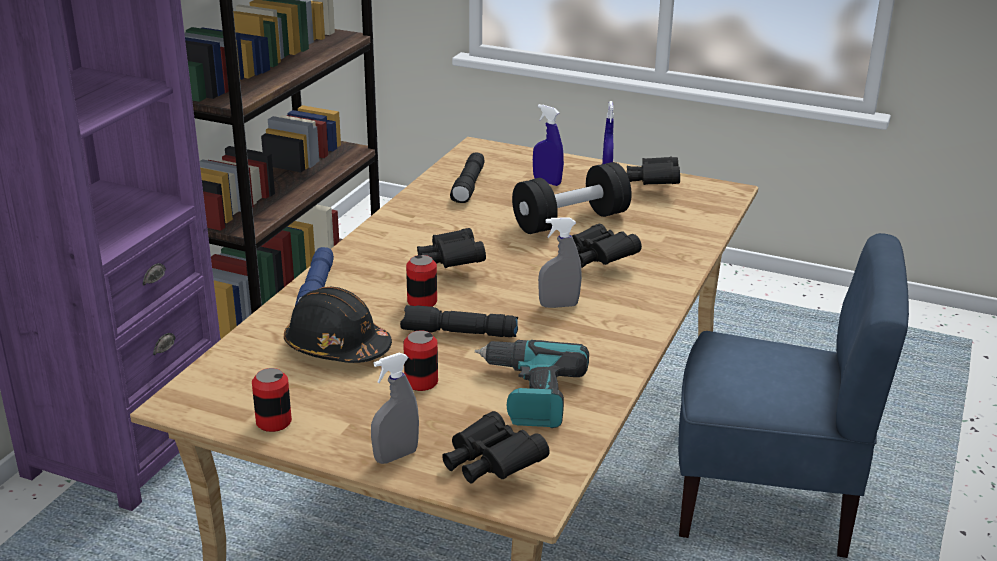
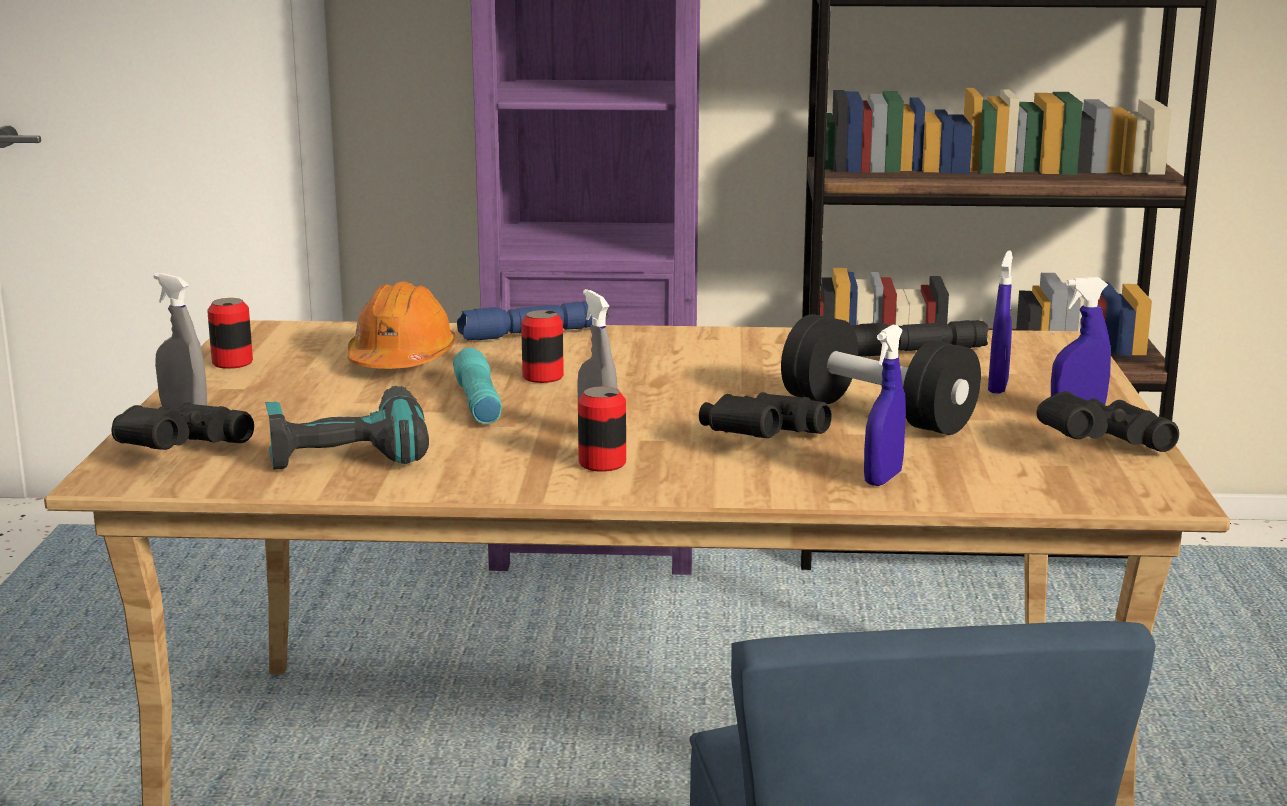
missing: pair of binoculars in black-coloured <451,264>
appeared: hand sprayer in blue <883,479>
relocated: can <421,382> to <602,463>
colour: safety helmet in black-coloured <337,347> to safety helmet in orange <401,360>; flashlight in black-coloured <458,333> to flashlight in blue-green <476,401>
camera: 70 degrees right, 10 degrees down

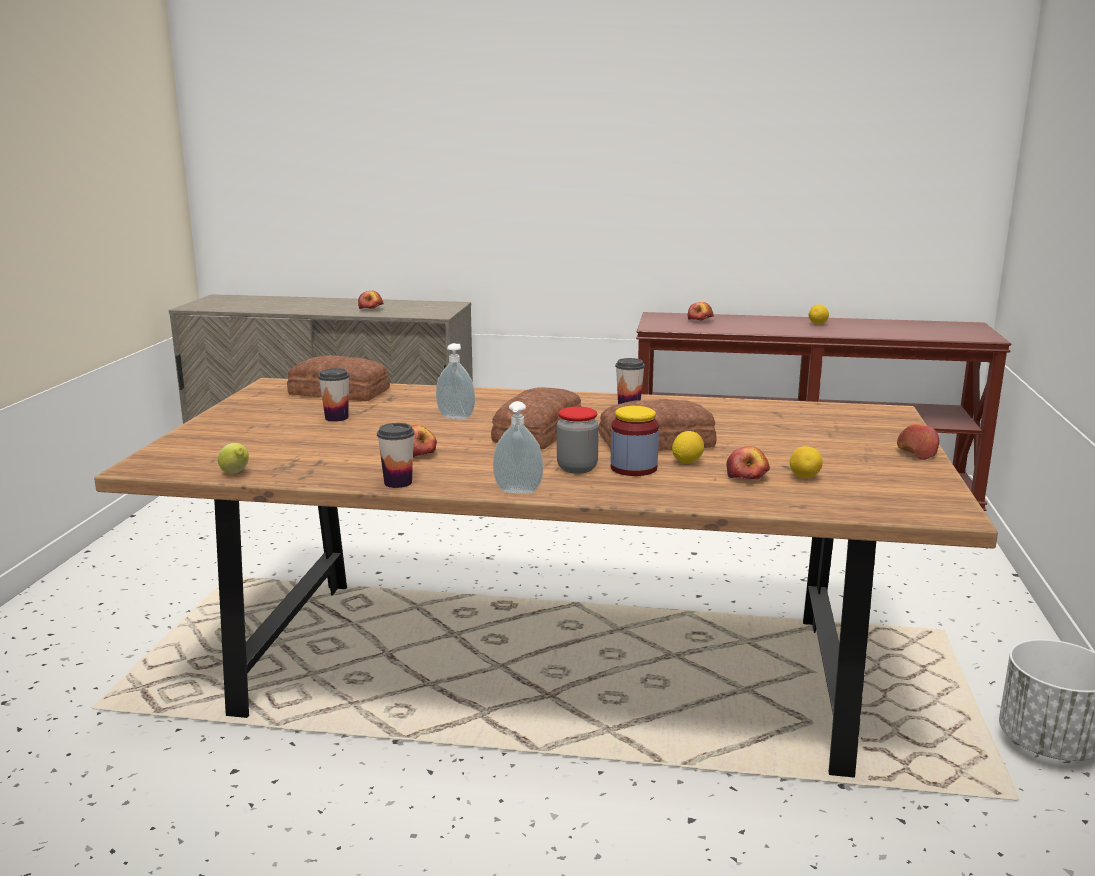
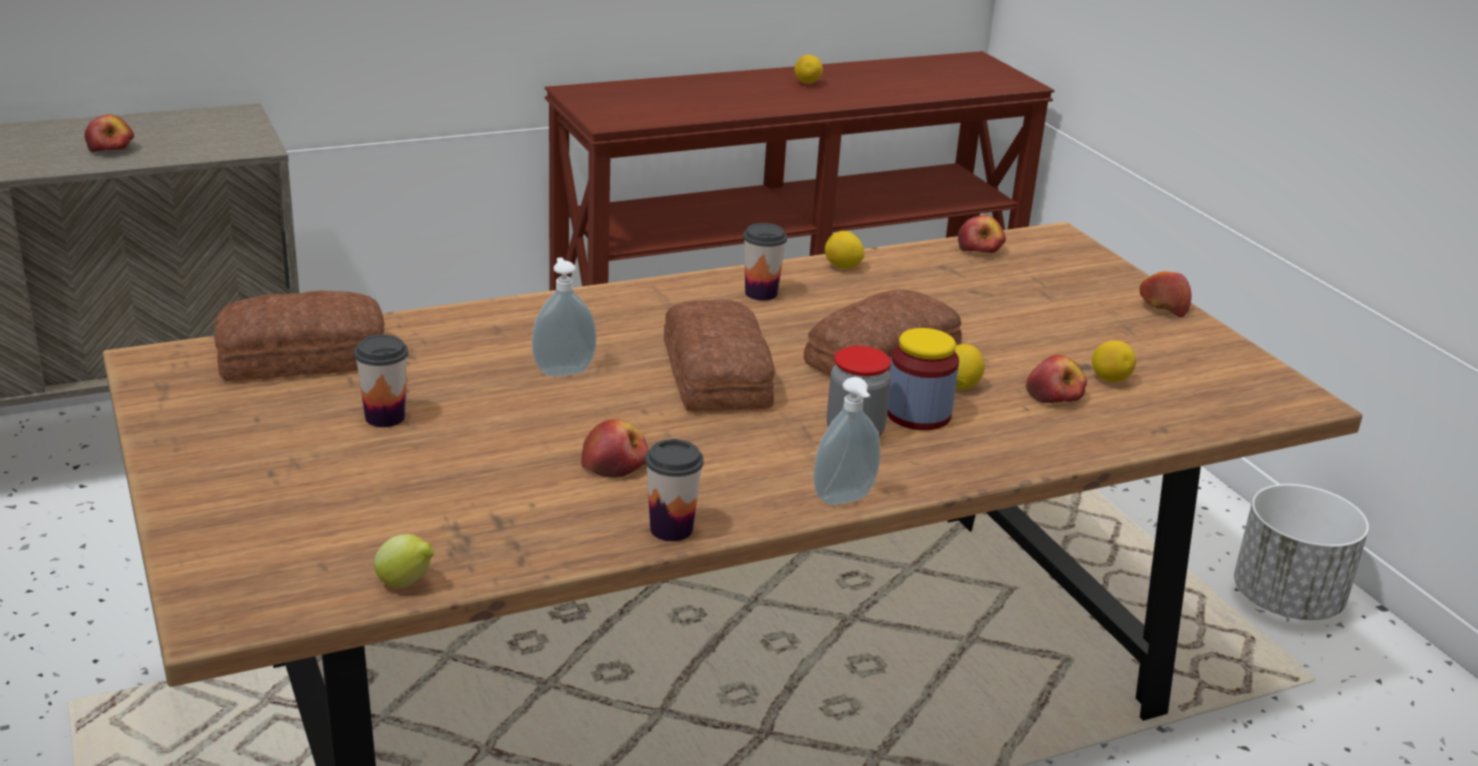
appeared: lemon <843,267>
relocated: whole apple <700,321> to <980,249>
camera: 35 degrees left, 10 degrees up

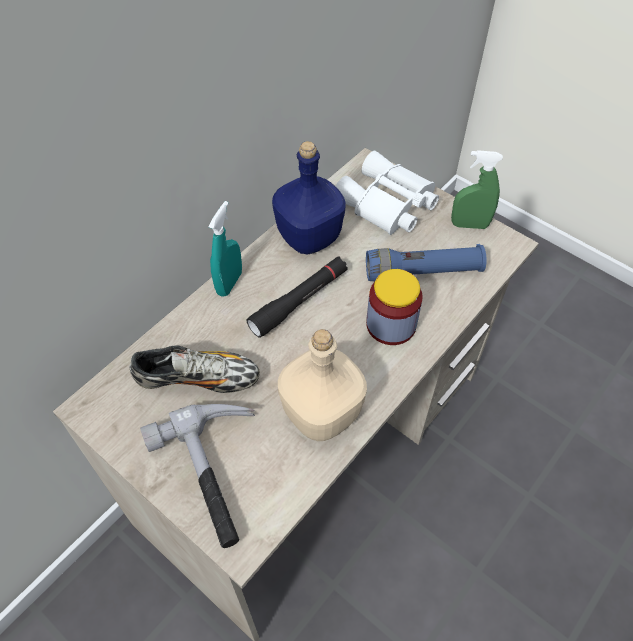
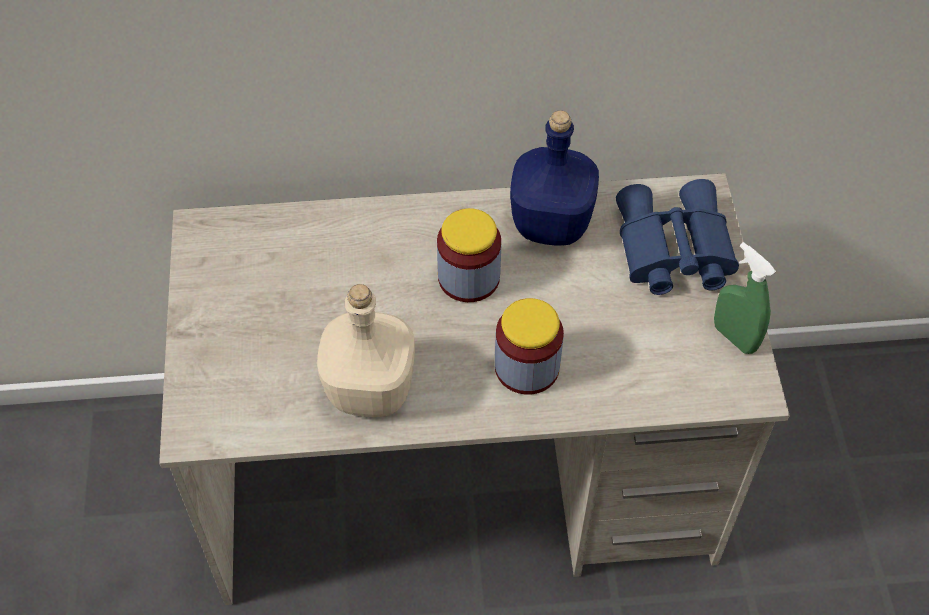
missing: hand sprayer in blue-green <229,283>; flashlight in blue <423,272>; item of footwear <197,379>; hand hammer <218,474>
exchanged: flashlight in black-coloured <299,301> to preserve jar <468,277>
colour: pair of binoculars in whitish <387,204> to pair of binoculars in blue <671,250>
camera: 45 degrees right, 0 degrees up

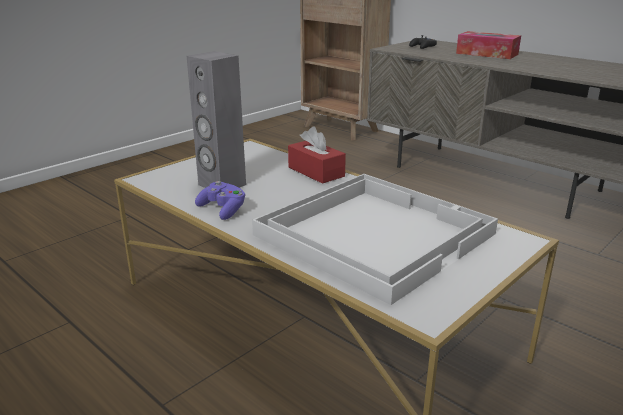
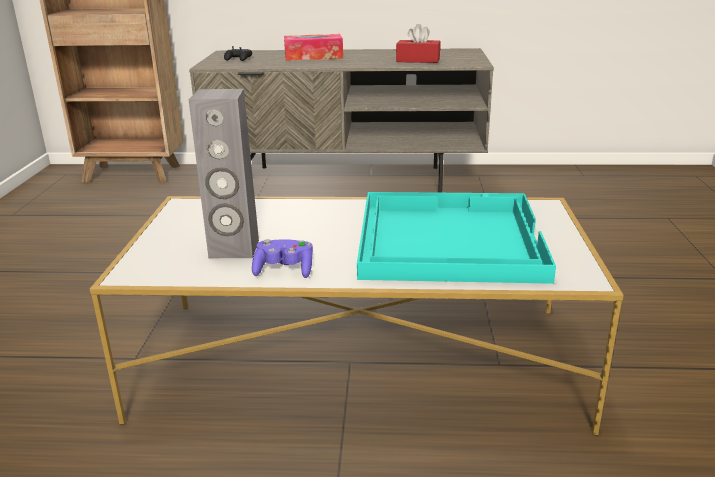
relocated: tissue box in red-coloured <316,172> to <418,60>
colour: tray in whitish <374,233> to tray in blue-green <447,239>
camera: 40 degrees left, 0 degrees up

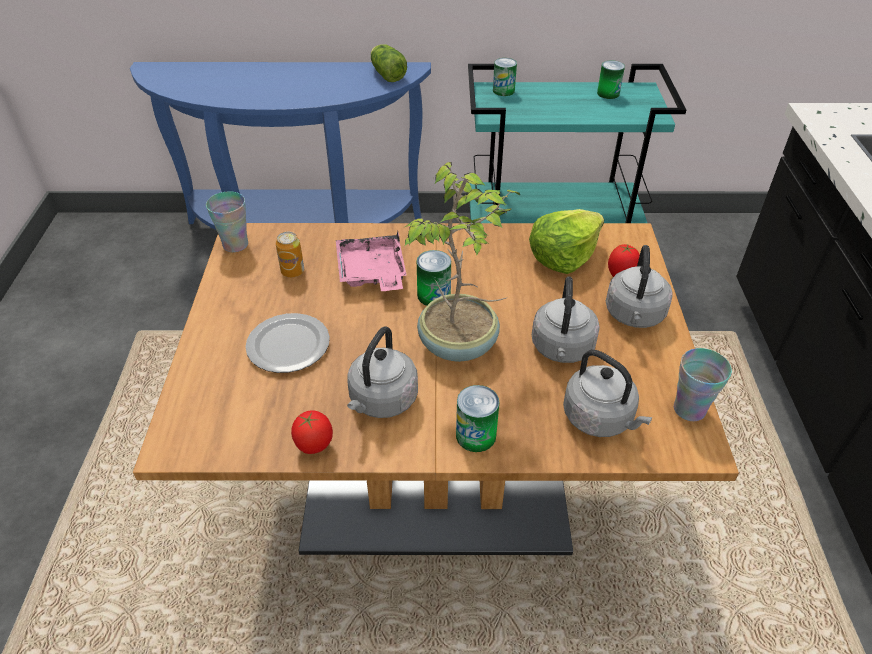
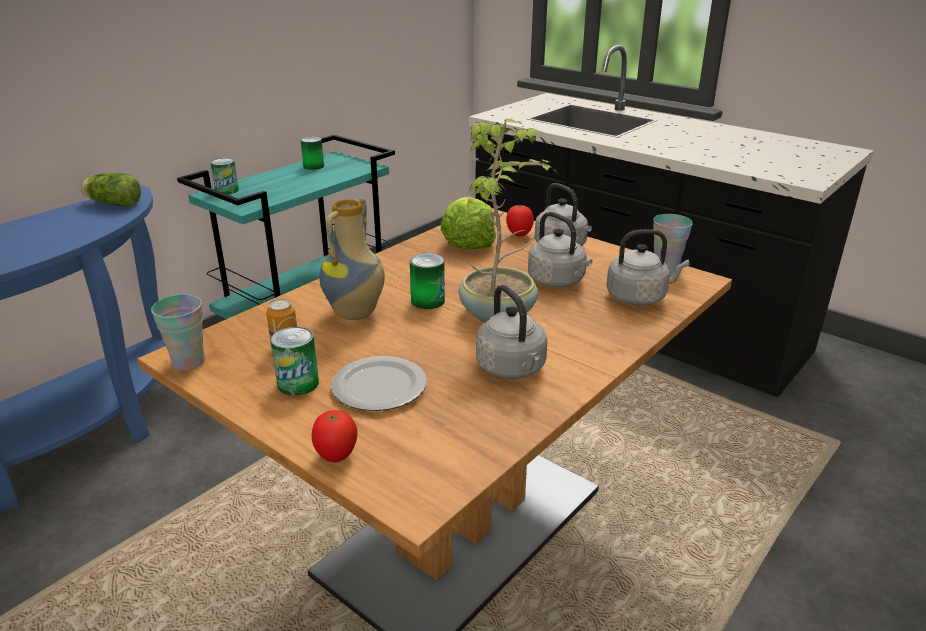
relocated: can <476,435> to <298,383>; whole tomato <314,446> to <336,457>
exchanged: tray in pink <372,273> to vase <356,314>
camera: 50 degrees left, 15 degrees down

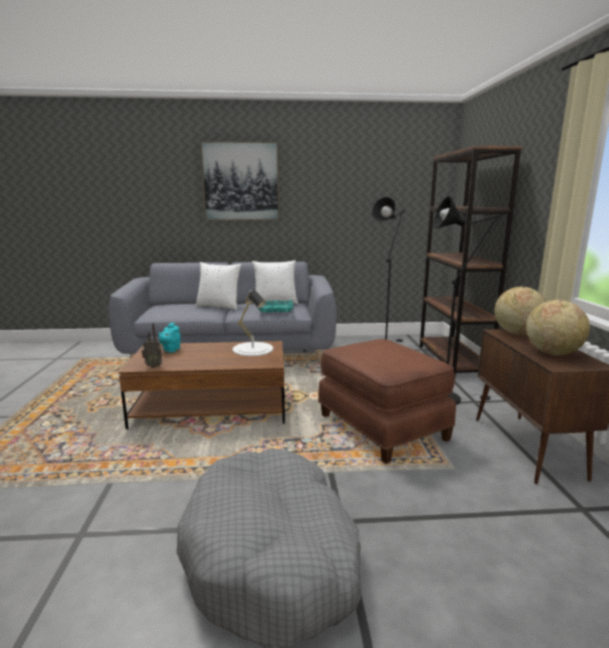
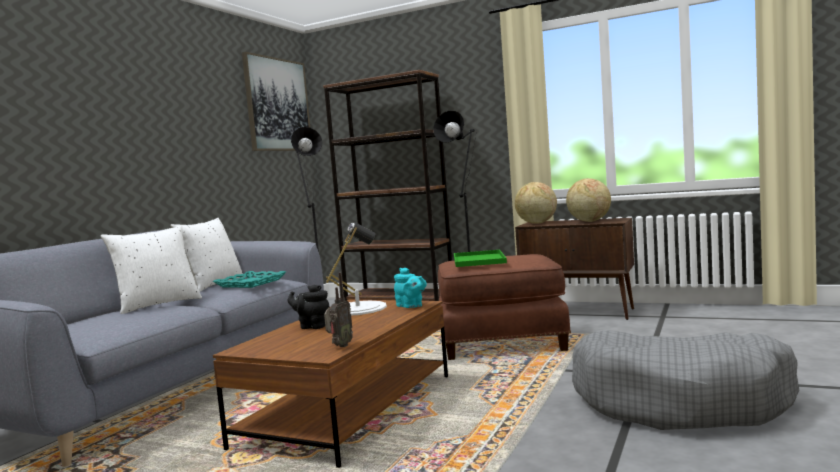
appeared: tray in green <478,260>; tea pot in black-coloured <312,326>
relocated: wall picture <241,182> to <277,105>; tea pot in blue-green <170,350> to <411,306>
camera: 60 degrees left, 10 degrees down

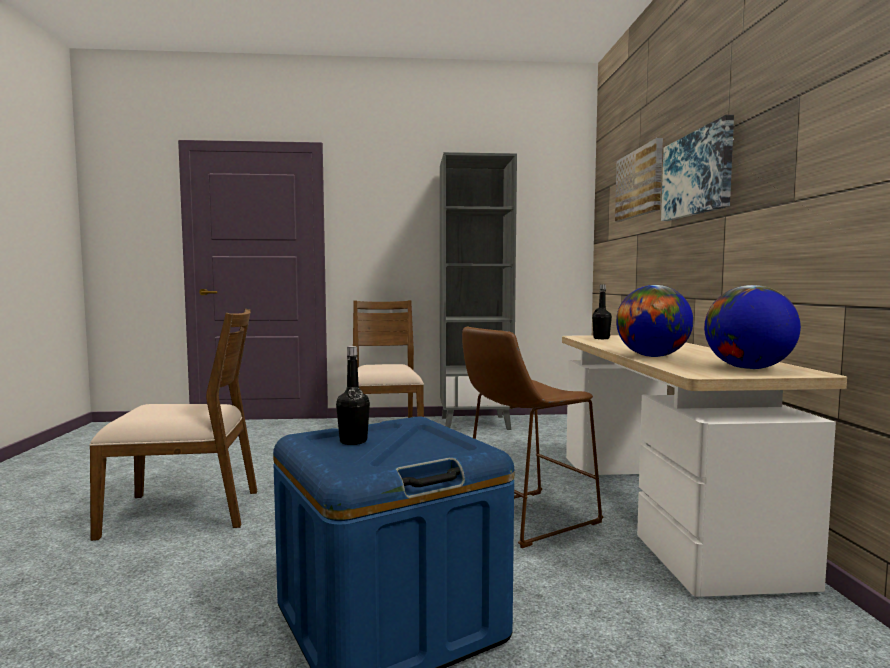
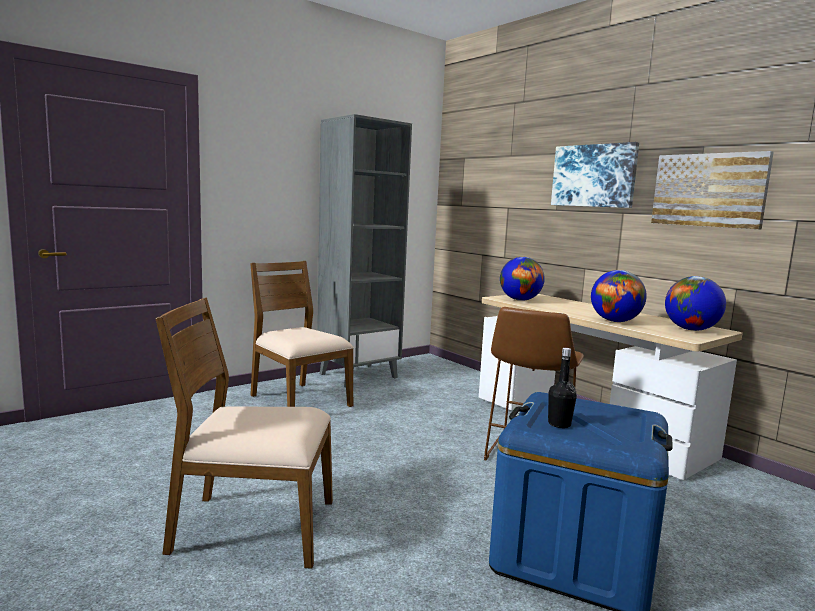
relocated: wall picture <639,183> to <709,190>
exchanged: beverage bottle in black-coloured <601,338> to globe <520,300>
spun: plain chair in brownish <185,512> = <253,527> 135 degrees counterclockwise
camera: 35 degrees left, 5 degrees up

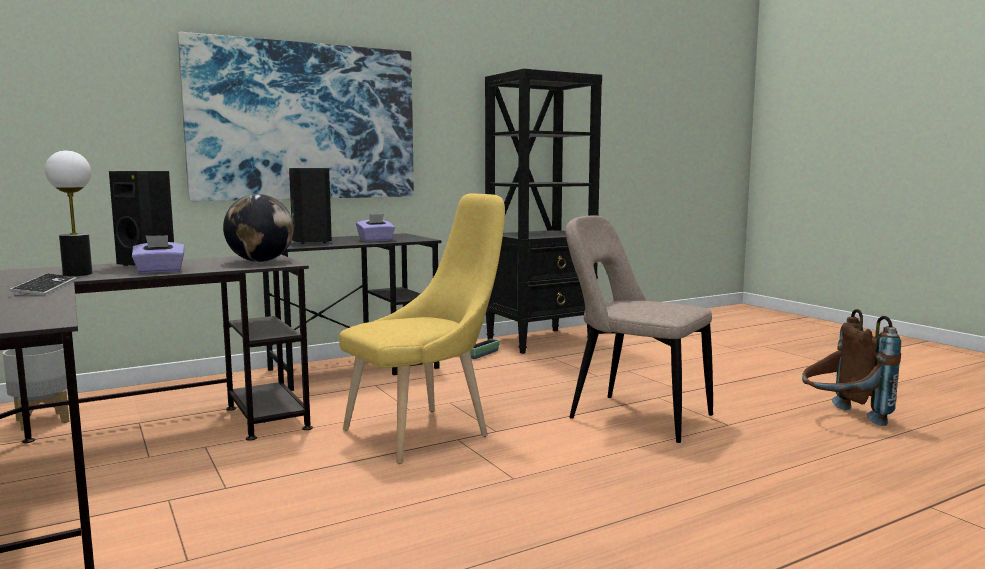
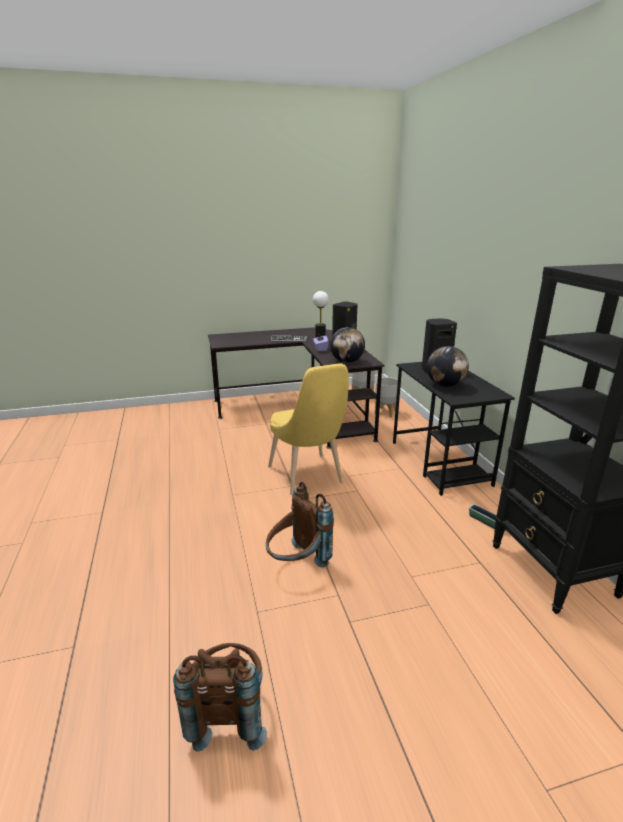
missing: wall picture <304,122>
appeared: plant pot in grey <385,412>
exchanged: tissue box in purplish <376,240> to globe <445,385>; plain chair in sand-coloured <634,416> to rucksack in brownish <297,564>
camera: 105 degrees right, 15 degrees up

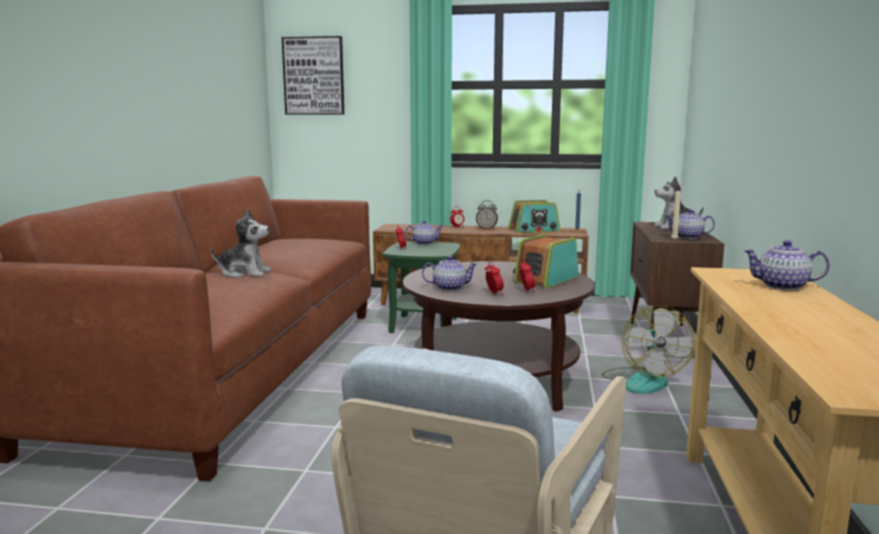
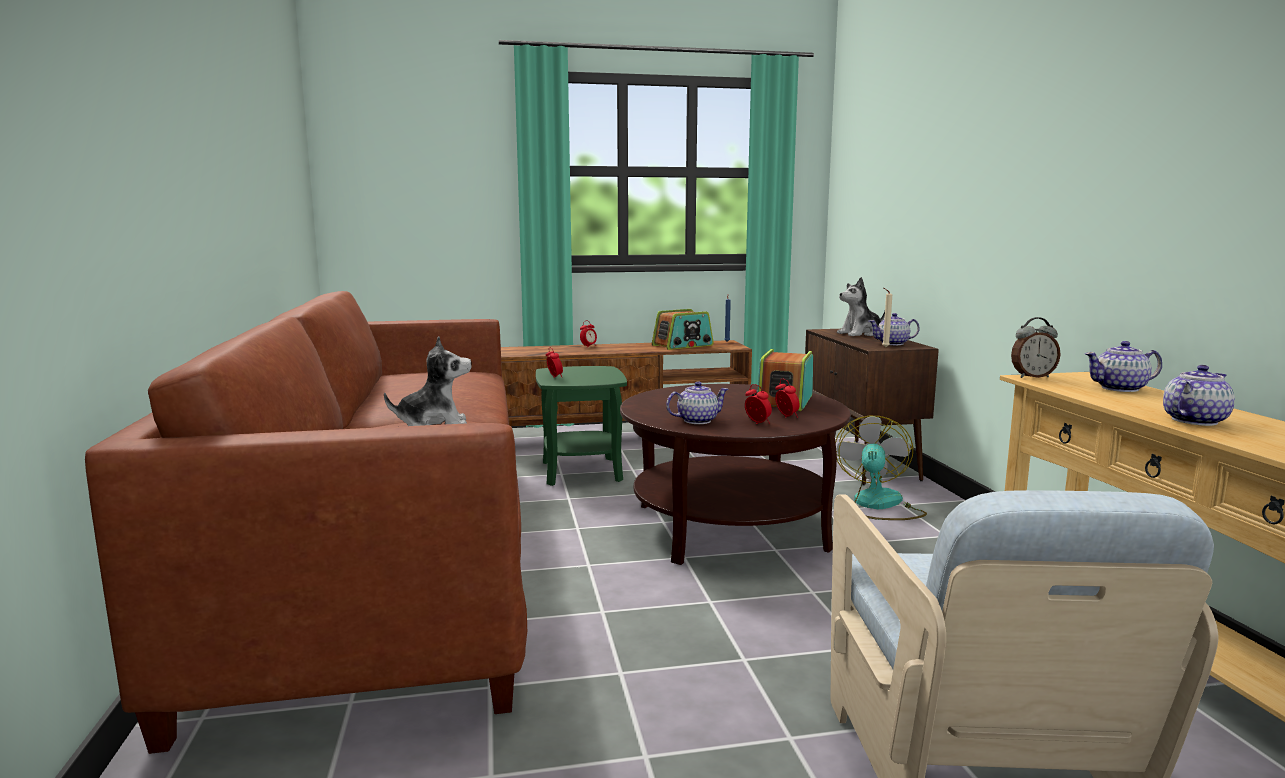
missing: wall picture <314,76>
relocated: alarm clock <486,229> to <1032,376>; tea pot <424,243> to <1193,420>
spun: cooling fan <643,380> = <879,505> 150 degrees counterclockwise
camera: 20 degrees left, 0 degrees up

